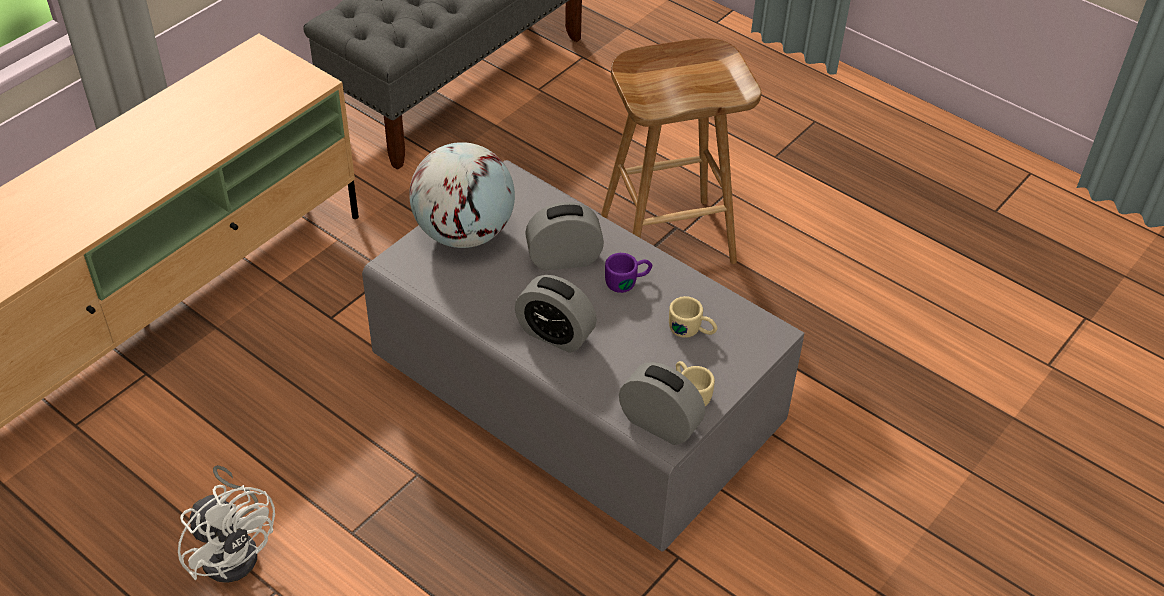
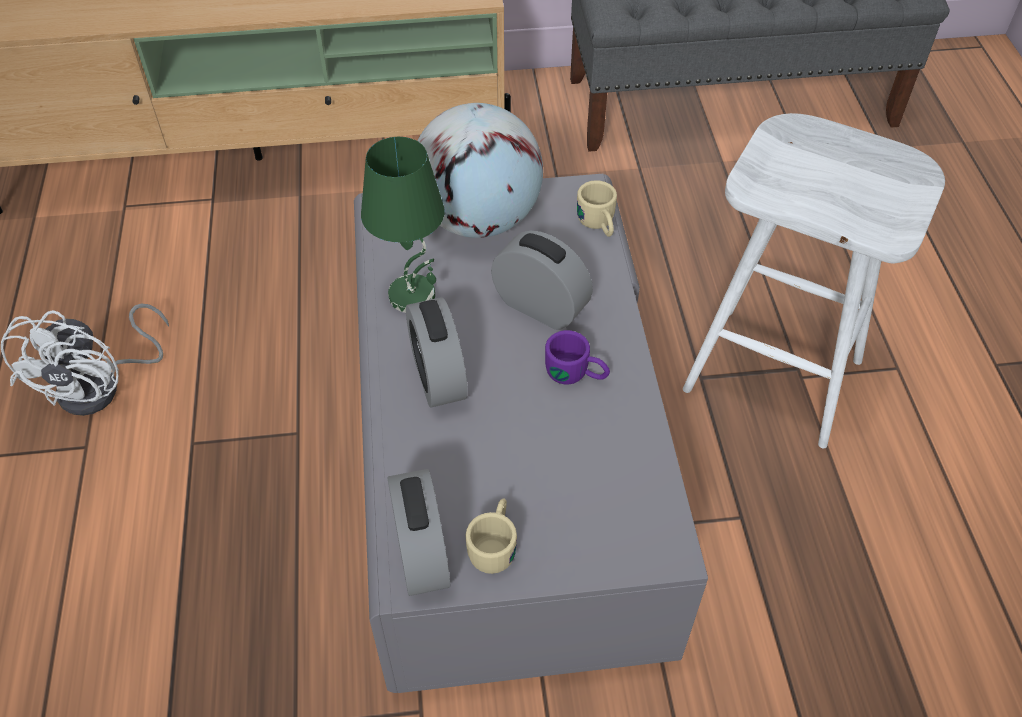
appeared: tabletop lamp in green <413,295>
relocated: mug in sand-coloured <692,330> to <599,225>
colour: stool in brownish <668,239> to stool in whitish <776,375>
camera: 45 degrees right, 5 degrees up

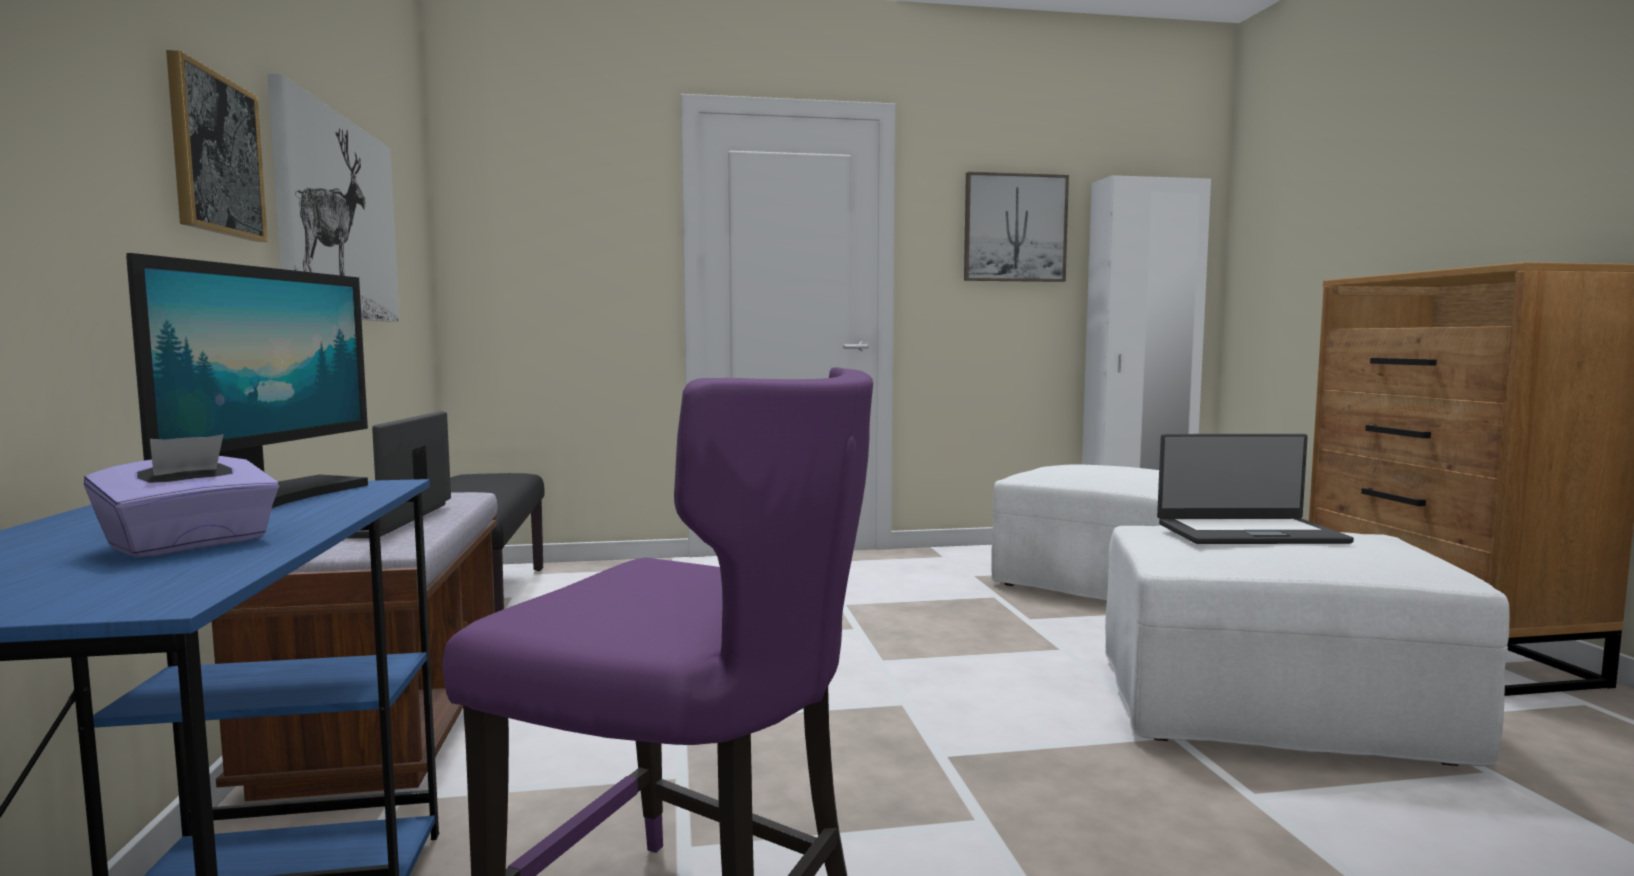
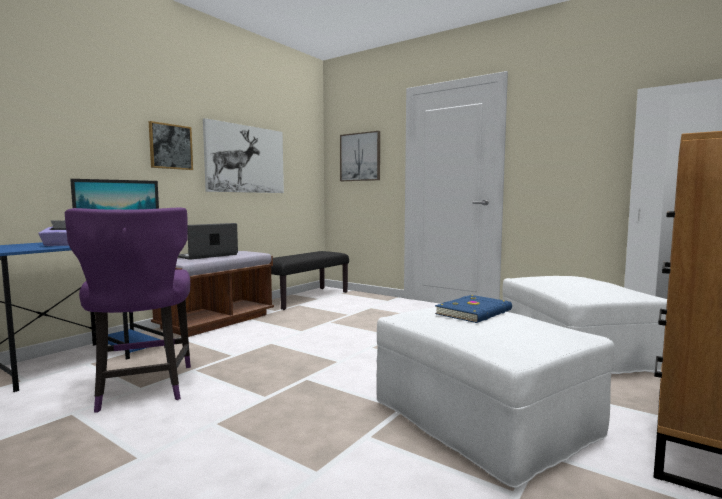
relocated: wall picture <1014,228> to <360,157>
exchanged: laptop <1248,532> to book in blue <475,312>
camera: 45 degrees right, 0 degrees up

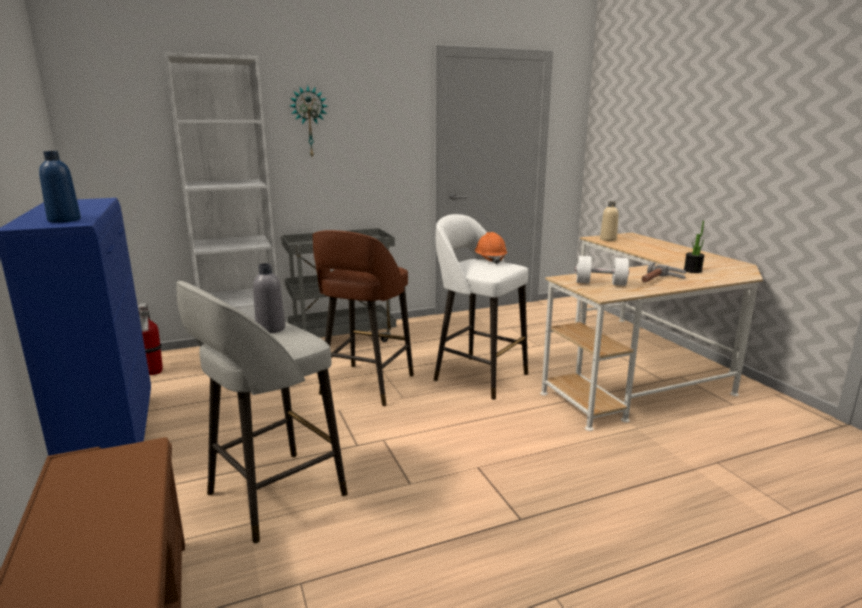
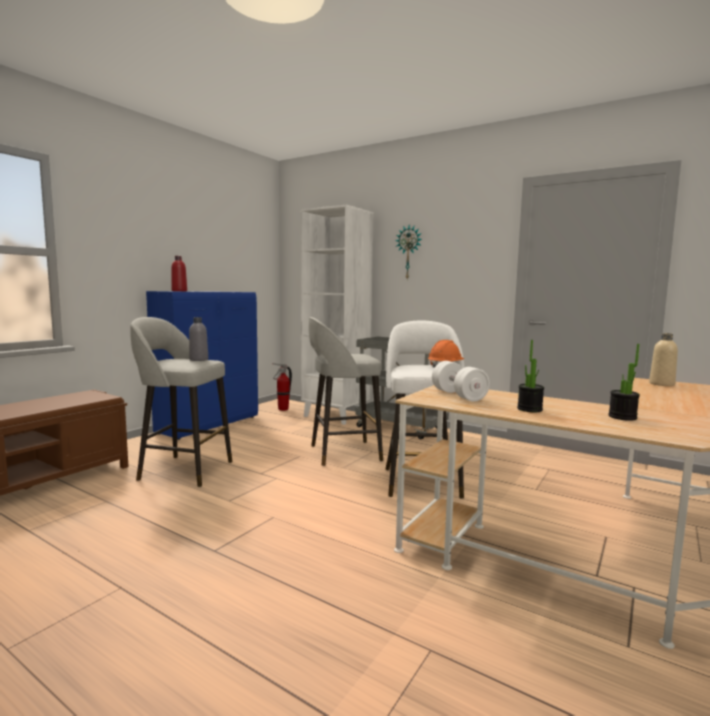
exchanged: hand hammer <660,280> to plant in a pot <529,409>
colour: beverage bottle in blue <64,220> to beverage bottle in red-coloured <179,291>; stool in brownish <366,386> to stool in grey <343,453>
camera: 55 degrees right, 10 degrees down

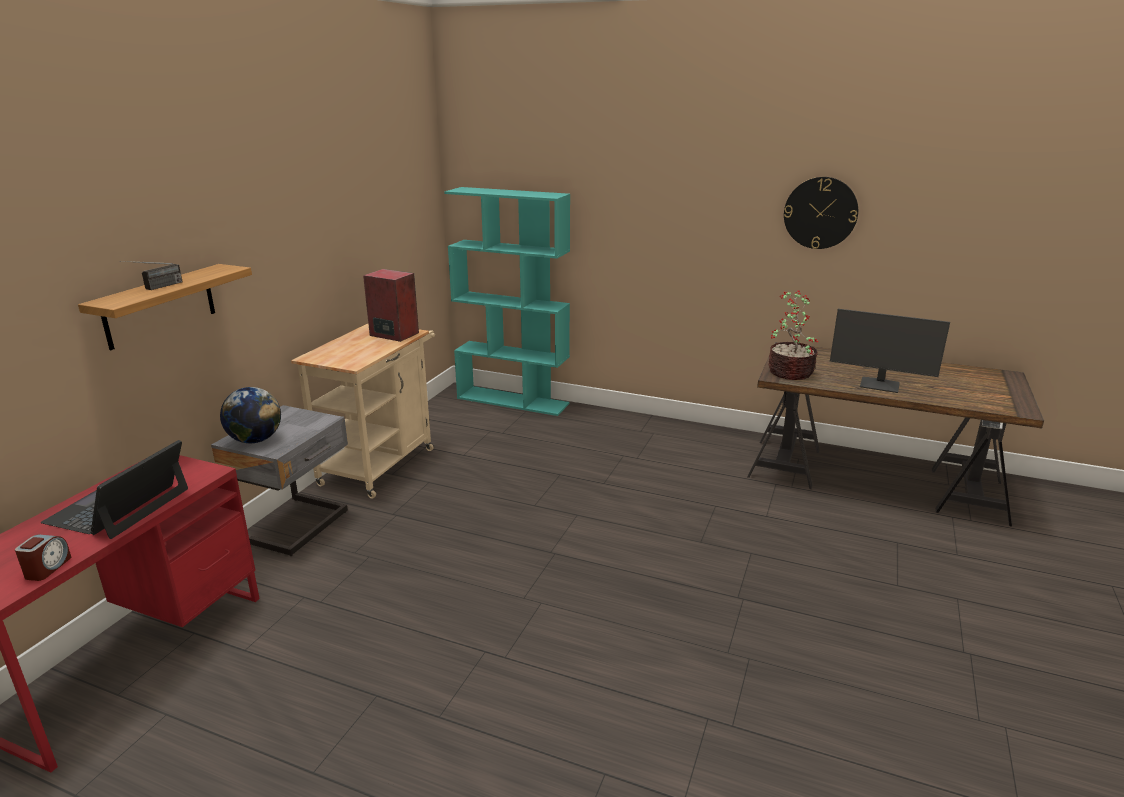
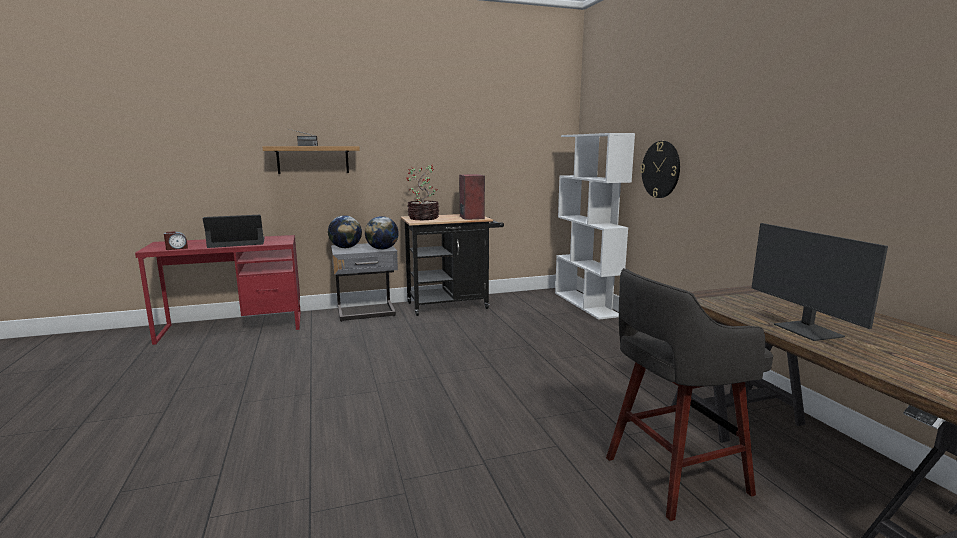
appeared: globe <382,249>; stool in grey <672,476>
relocated: clock on the wall <820,213> to <661,169>; plant in a pot <789,372> to <424,218>
colour: shelving unit in blue-green <513,401> to shelving unit in whitish <586,304>; wheeled cart in sand-coloured <381,463> to wheeled cart in black-coloured <452,305>
camera: 50 degrees right, 10 degrees down

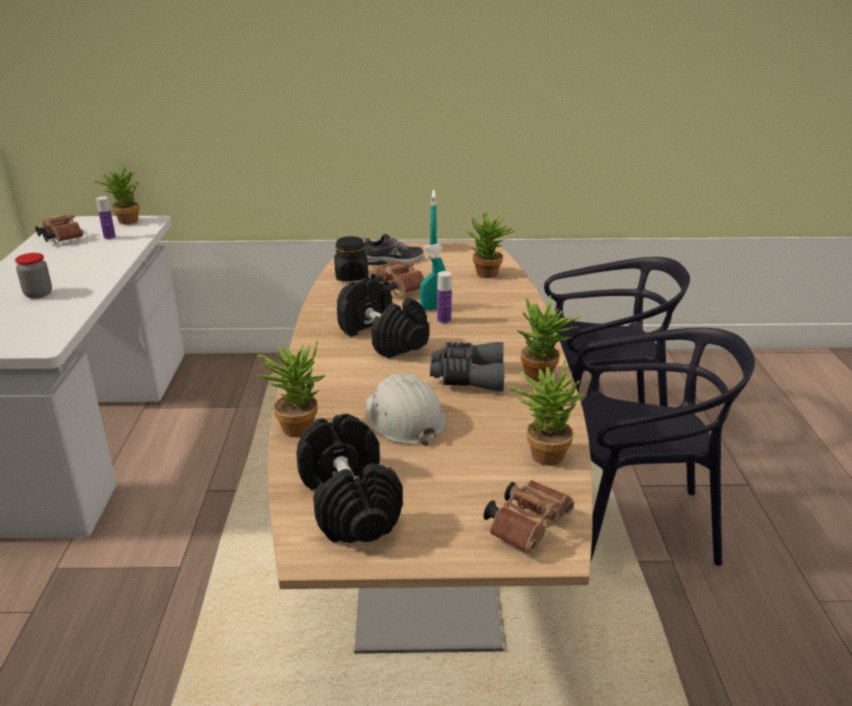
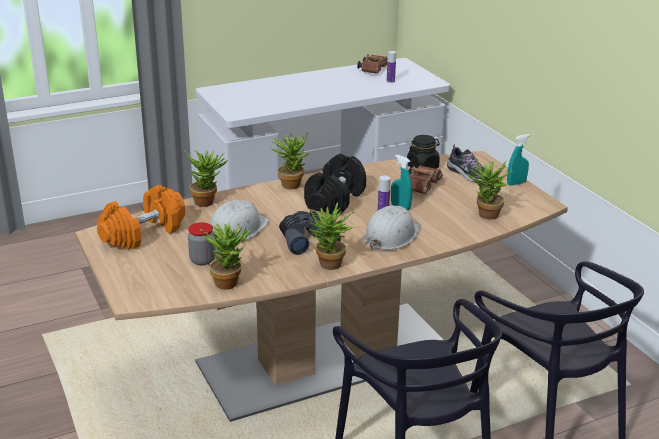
missing: pair of binoculars in brownish <528,525>
appeared: safety helmet in whitish <391,235>
relocated: plant in a pot <125,221> to <291,183>; preserve jar <38,294> to <202,260>
colour: free weight in black-coloured <350,502> to free weight in orange <143,233>
camera: 65 degrees right, 0 degrees up

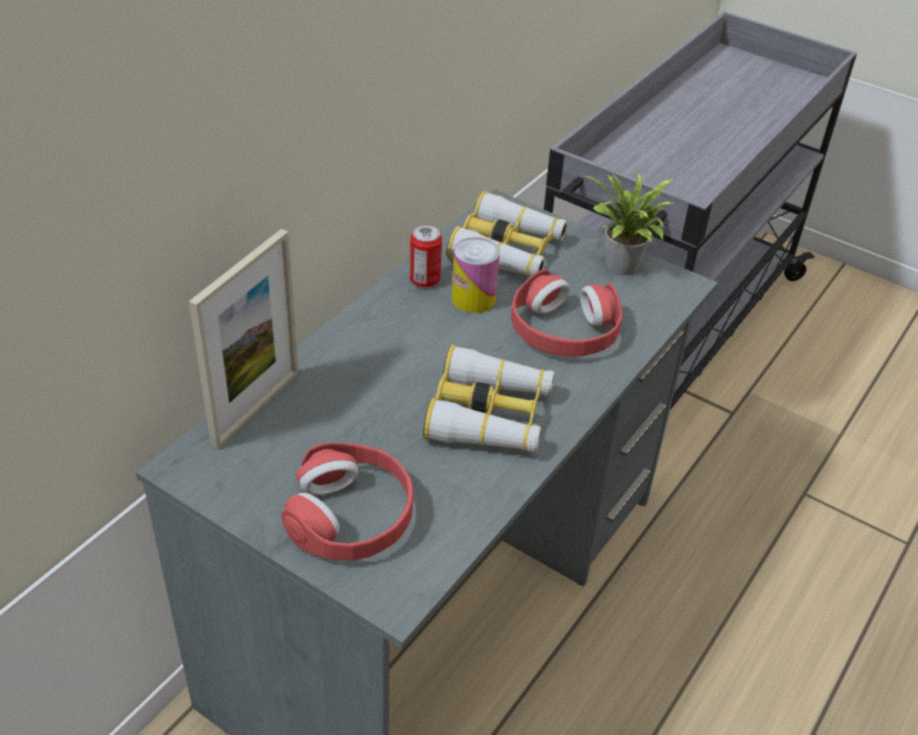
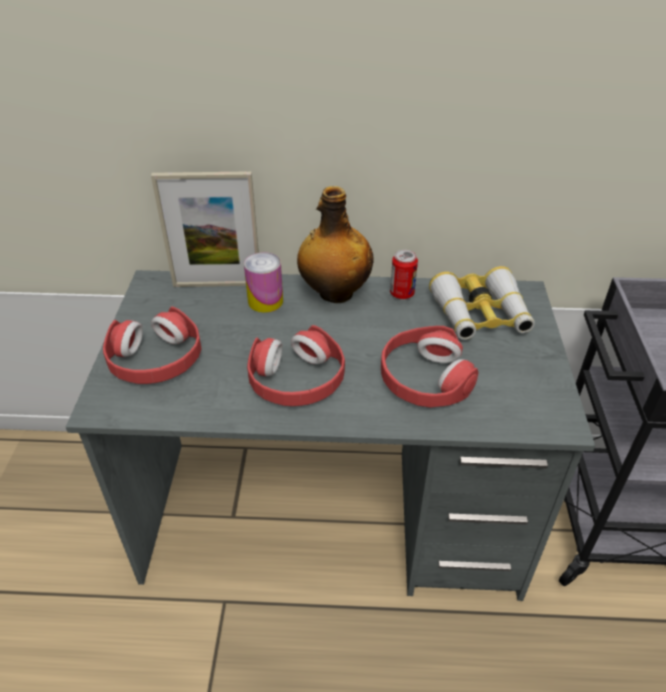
missing: plant in a pot <621,268>
appeared: beverage bottle <334,293>
relocated: can <473,298> to <265,301>
exchanged: pair of binoculars <489,415> to headphones in red-coloured <297,379>
camera: 60 degrees right, 0 degrees up

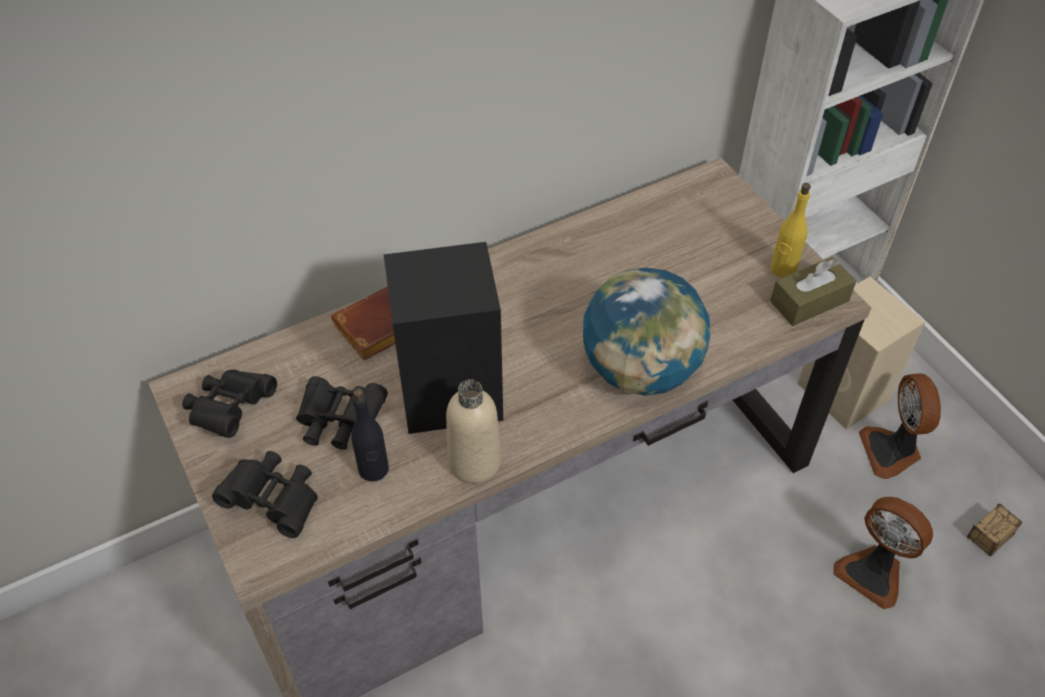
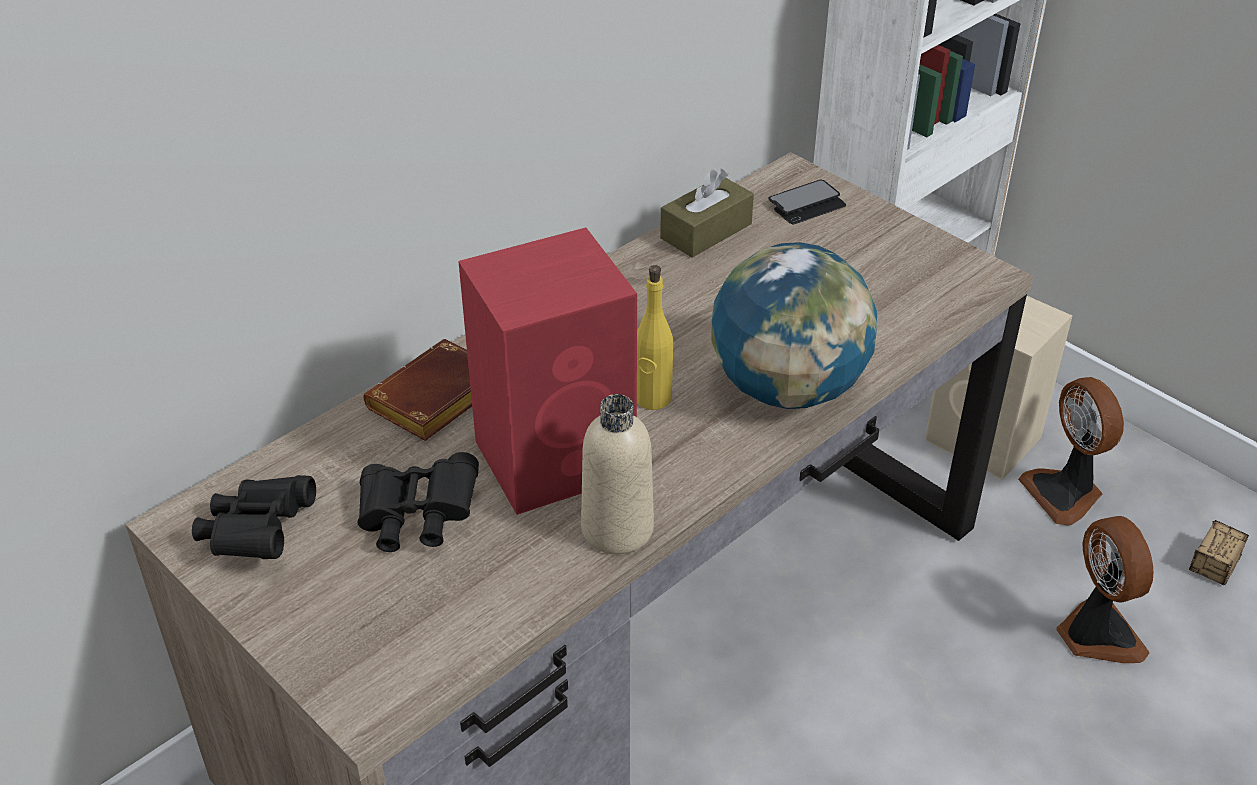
missing: beverage bottle in black-coloured <373,469>; pair of binoculars in black-coloured <275,501>
appeared: phone <807,204>
relocated: beverage bottle in yellow-coloured <783,269> to <652,398>; tissue box in brownish <809,301> to <706,231>
colour: audio speaker in black-coloured <453,393> to audio speaker in red-coloured <558,457>
spun: cooling fan <873,572> = <1096,634> 135 degrees counterclockwise
camera: 15 degrees left, 10 degrees down

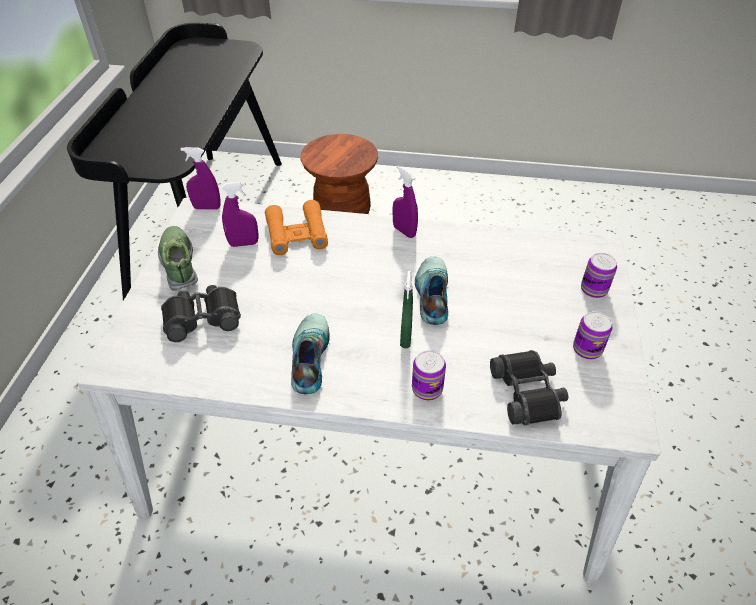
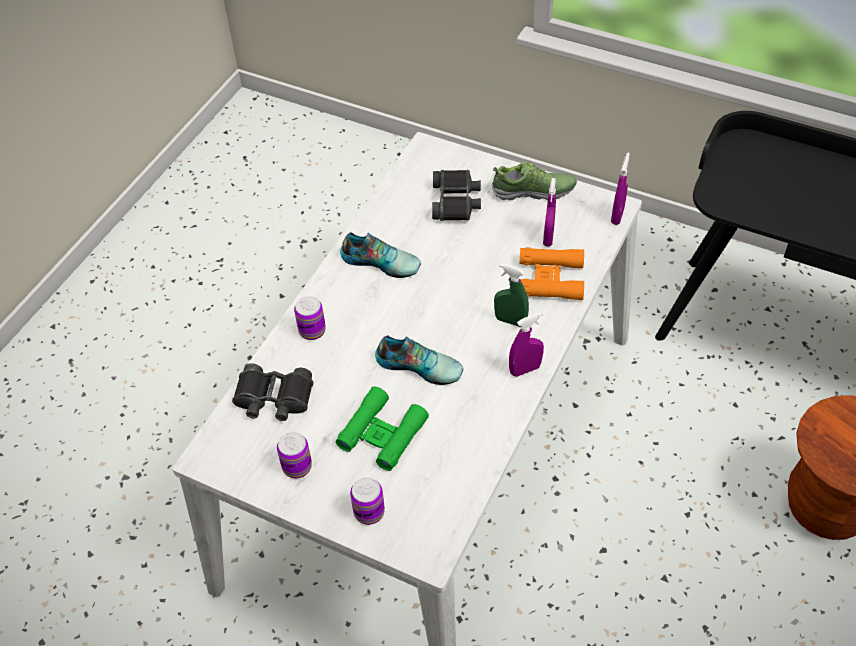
appeared: pair of binoculars in green <382,434>
relocated: hand sprayer in green <406,337> to <510,320>
camera: 110 degrees right, 5 degrees up

